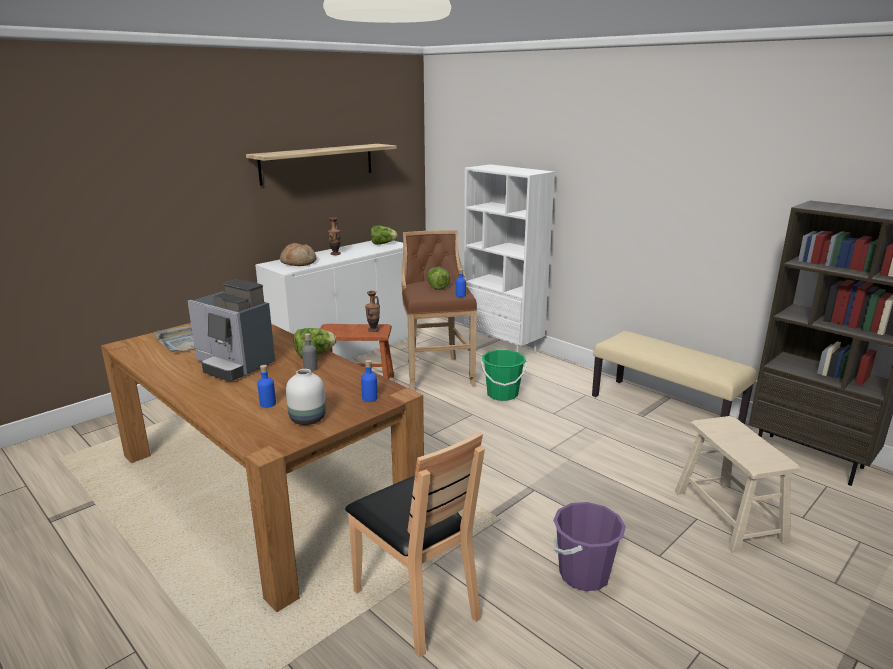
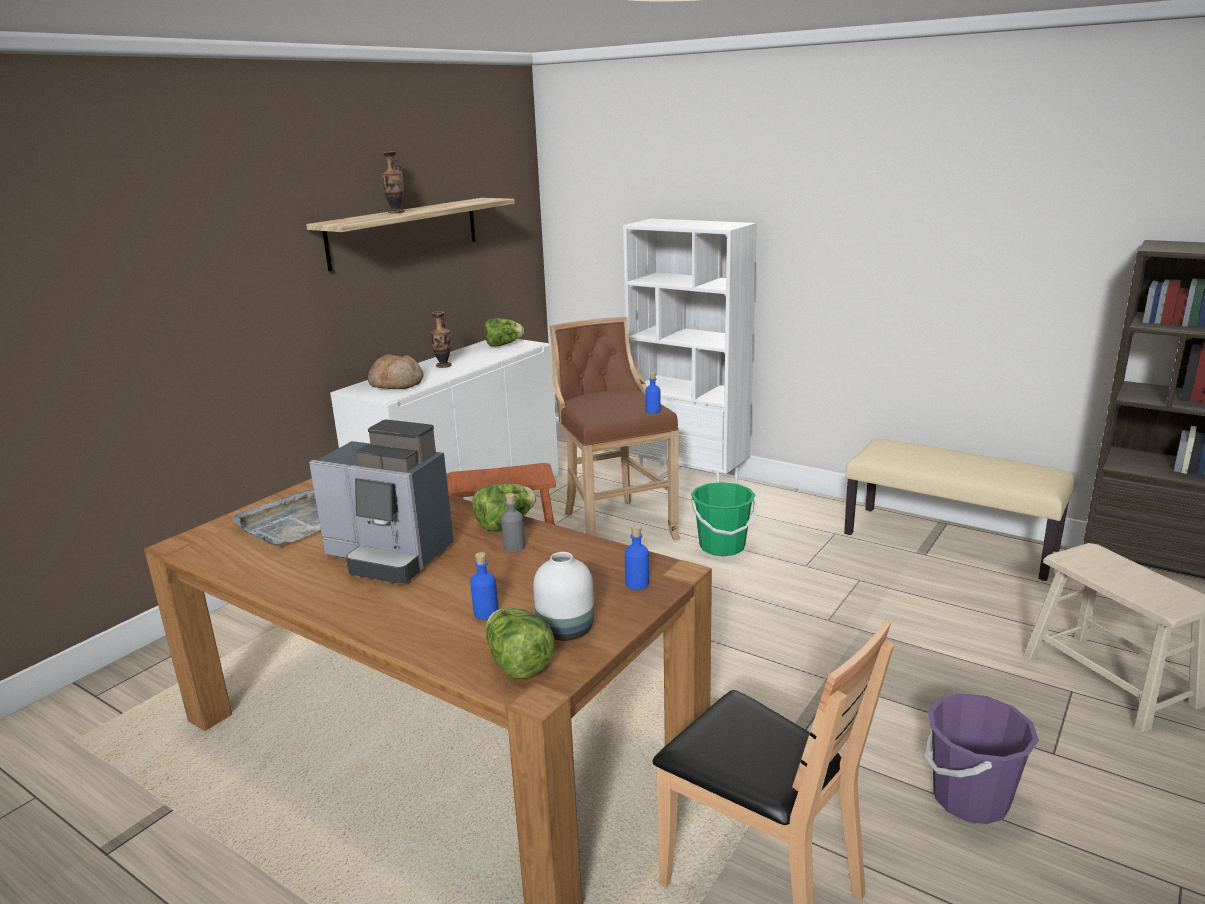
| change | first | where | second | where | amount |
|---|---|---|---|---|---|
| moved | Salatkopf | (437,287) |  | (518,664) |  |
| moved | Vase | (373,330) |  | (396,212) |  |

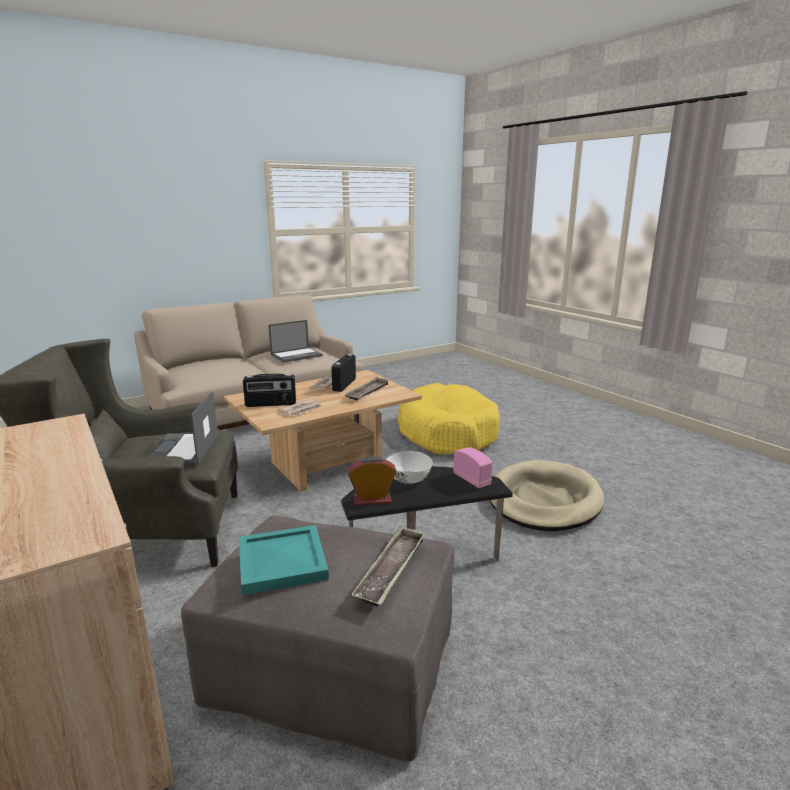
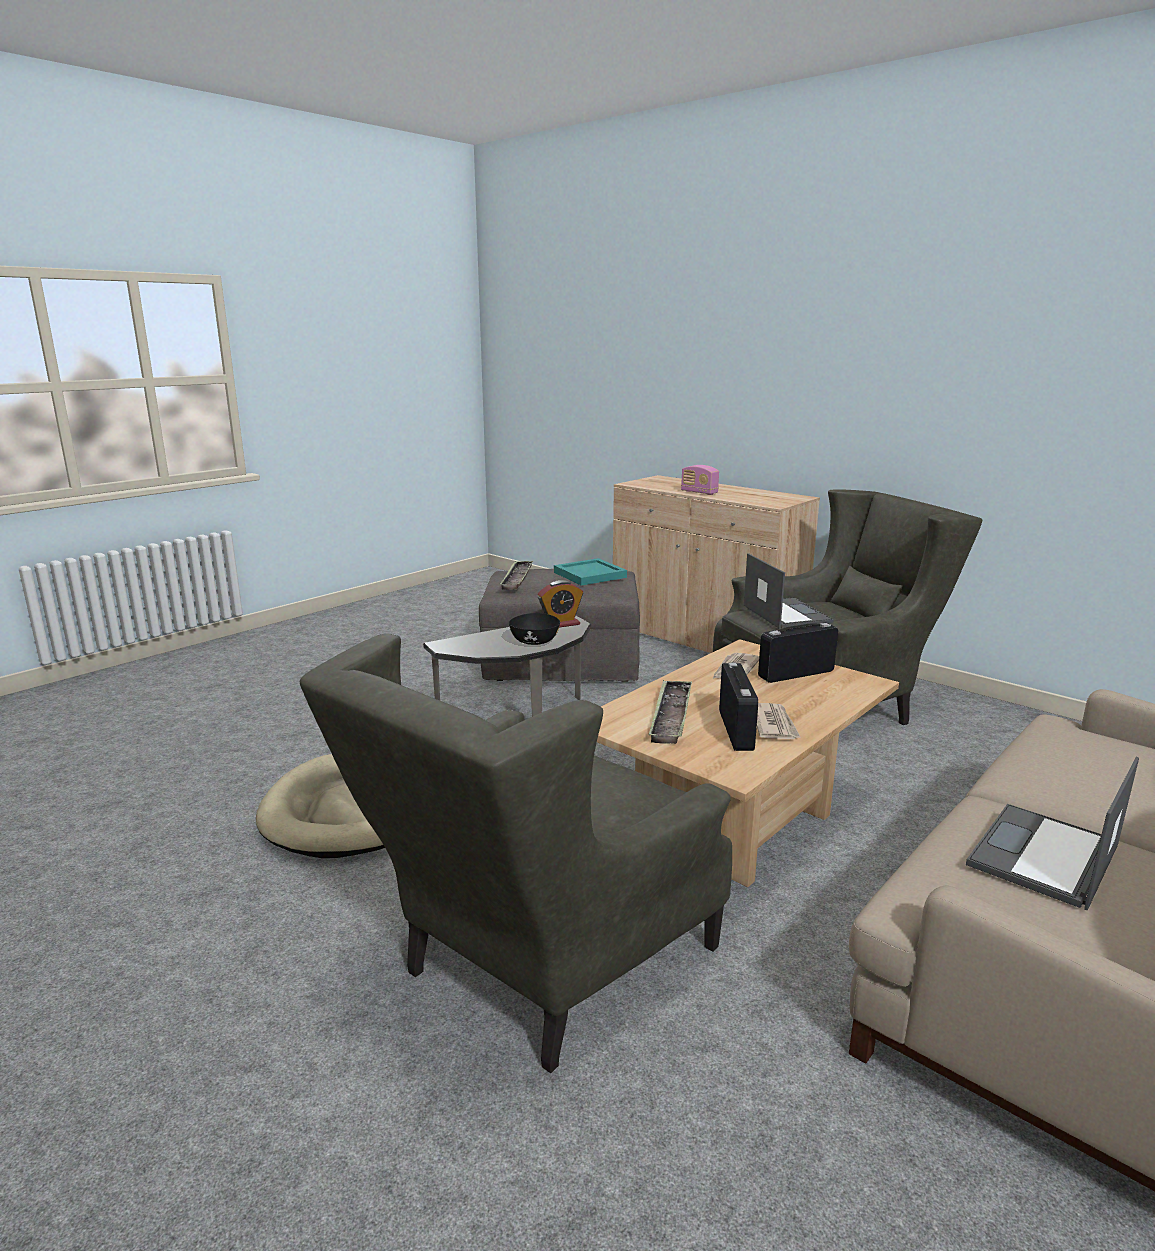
| change | first | where | second | where | amount |
|---|---|---|---|---|---|
| replaced | Hundebett (gelb) | (447,433) | Sessel (grau) | (537,968) |  |
| moved | Radio | (471,480) |  | (699,492) |  |
| recoloured | Schüssel (weiß) | (409,479) | Schüssel (schwarz) | (534,641) |  |

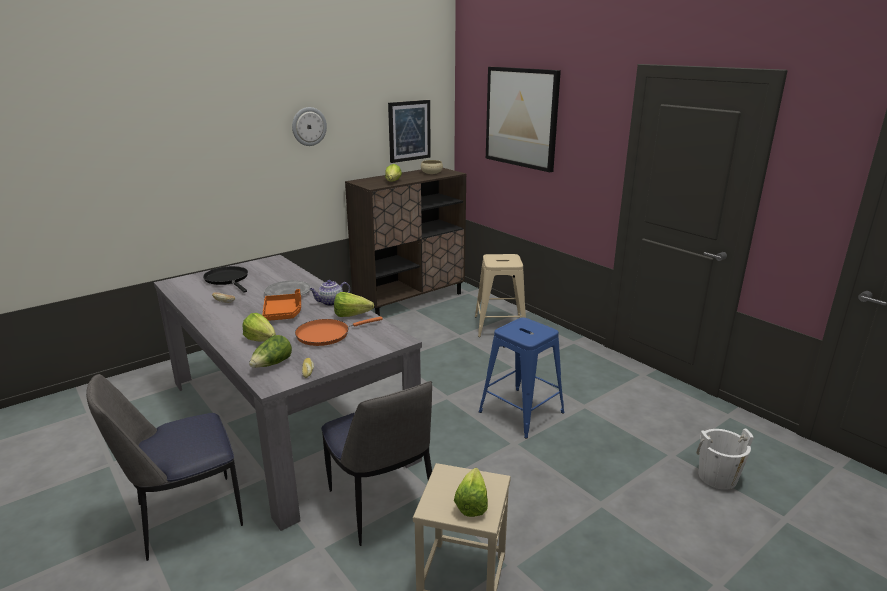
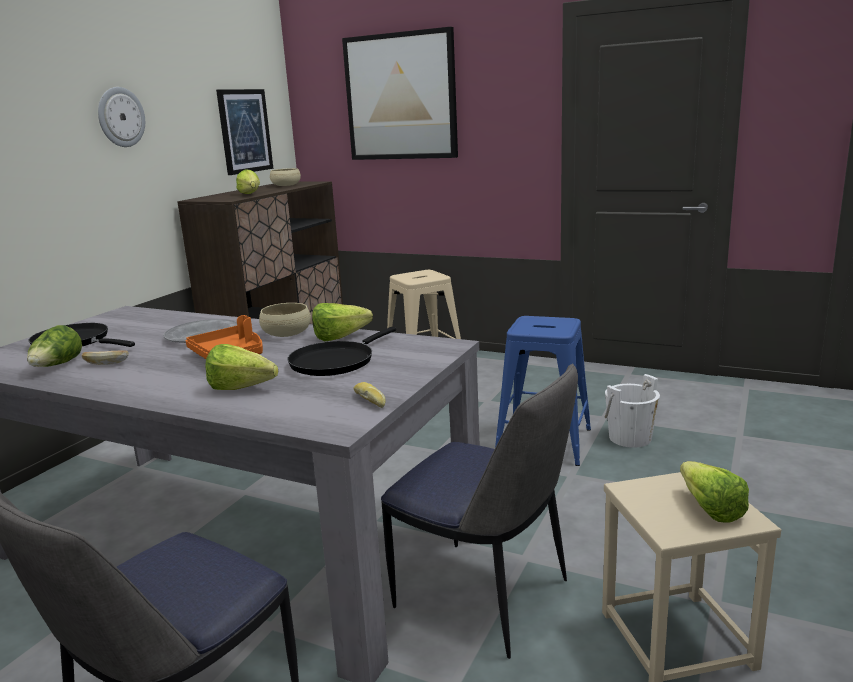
| change | first | where | second | where | amount |
|---|---|---|---|---|---|
| replaced | Teekanne | (330,302) | Schüssel (beige) | (286,333) |  |
| recoloured | Pfanne (orange) | (327,334) | Pfanne (schwarz) | (336,361) |  |
| moved | Salatkopf | (272,364) |  | (57,366) |  |
| moved | Eimer (weiß) | (717,477) |  | (630,438) |  |

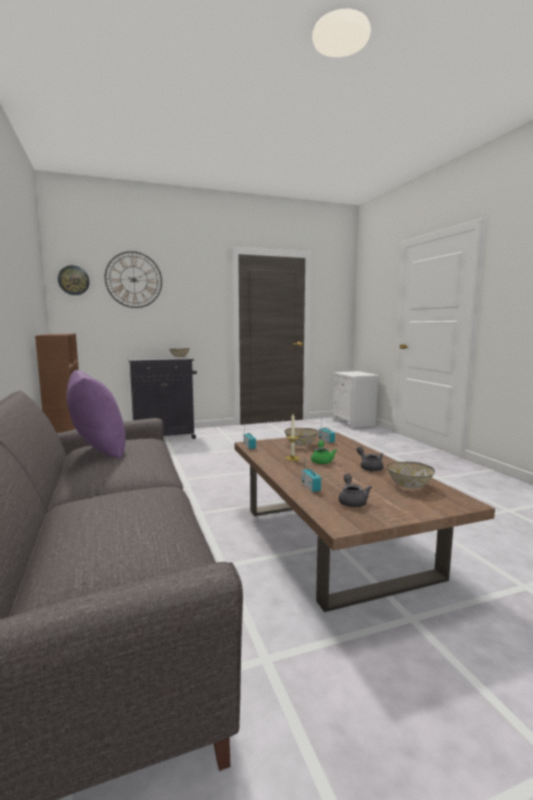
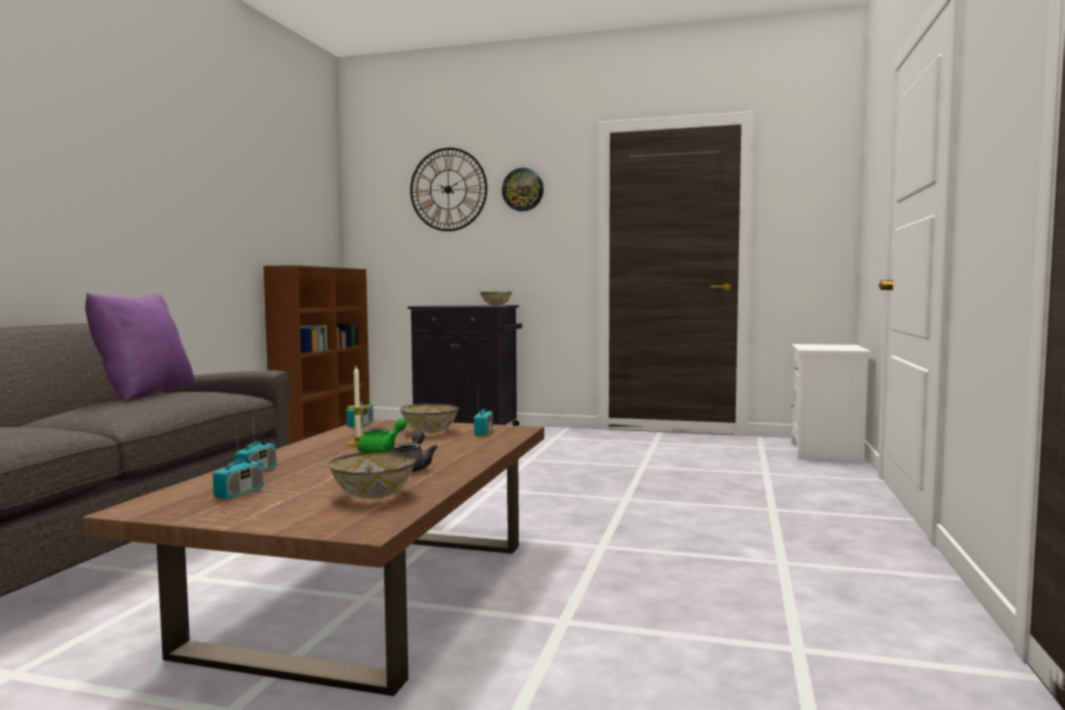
| change | first | where | second | where | amount |
|---|---|---|---|---|---|
| moved | Wanduhr | (73,280) |  | (523,189) |  |
| replaced | Teekanne (grau) | (352,501) | Radio | (239,493) |  |

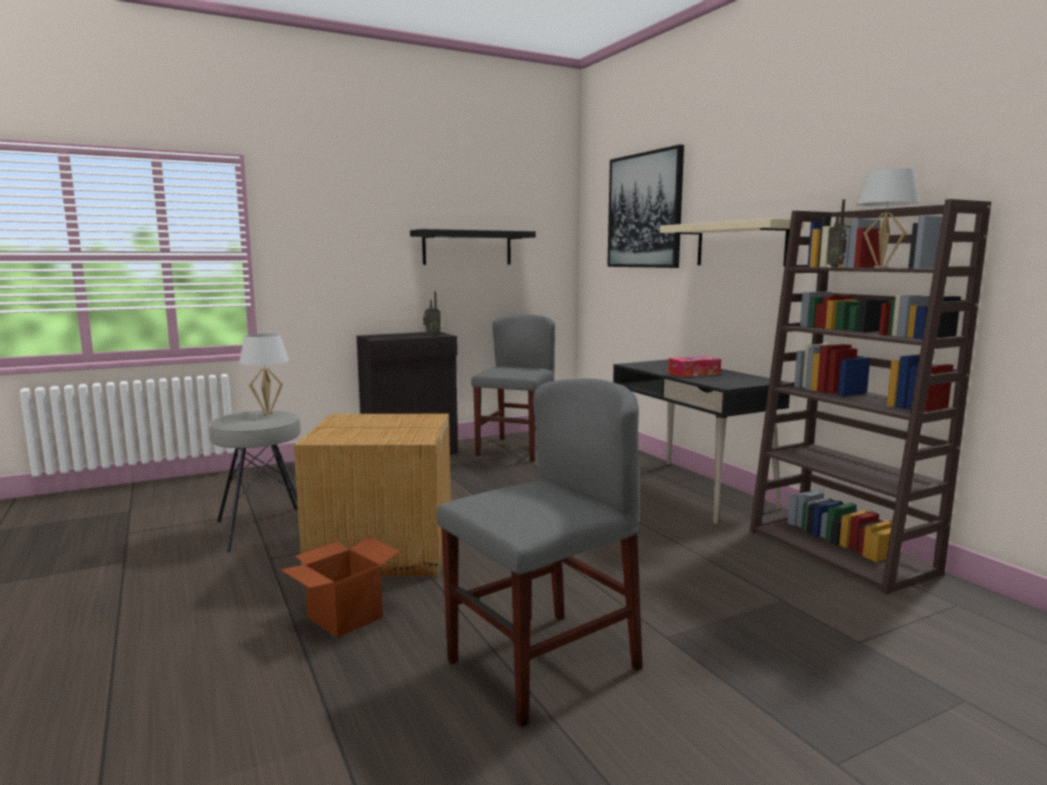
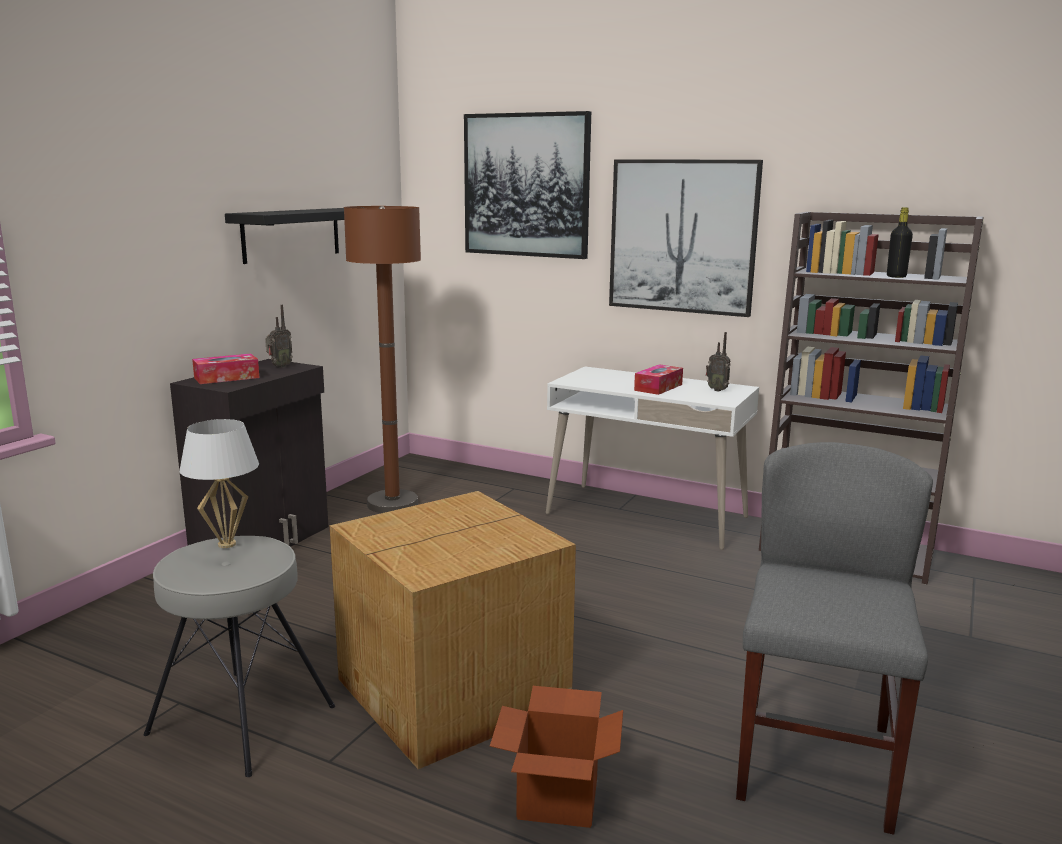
| change | first | where | second | where | amount |
|---|---|---|---|---|---|
| replaced | Tischlampe (weiß) | (881,267) | Flasche (schwarz) | (896,276) |  |
| moved | Radio | (836,267) |  | (717,390) |  |
| replaced | Wandregal (beige) | (740,244) | Bild | (682,236) |  |
| replaced | Stuhl (grau) | (516,449) | Stehlampe (braun) | (392,504) |  |
| recoloured | Schreibtisch (schwarz) | (690,490) | Schreibtisch (weiß) | (646,515) |  |
| added |  |  | Taschentuchbox | (226,378) |  |

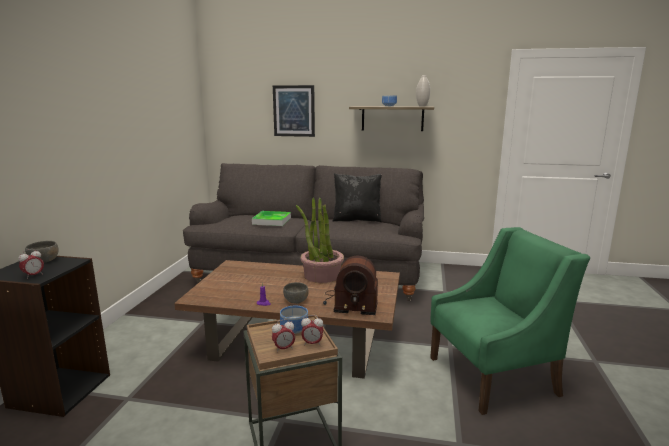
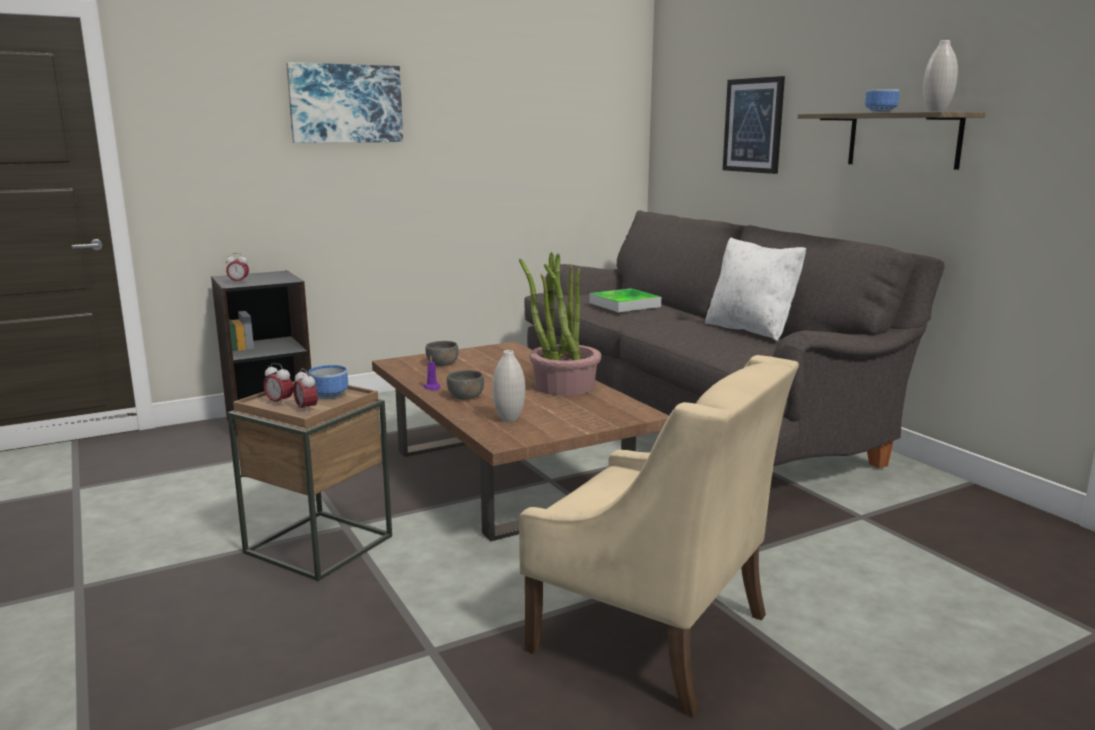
| change | first | where | second | where | amount |
|---|---|---|---|---|---|
| recoloured | Kissen (schwarz) | (357,219) | Kissen (weiß) | (751,330) |  |
| recoloured | Sessel (grün) | (494,375) | Sessel (beige) | (652,634) |  |
| moved | Schüssel (grau) | (44,260) |  | (442,364) |  |
| replaced | Radio | (349,303) | Vase (weiß) | (509,419) |  |
| added |  |  | Bild | (345,103) |  |

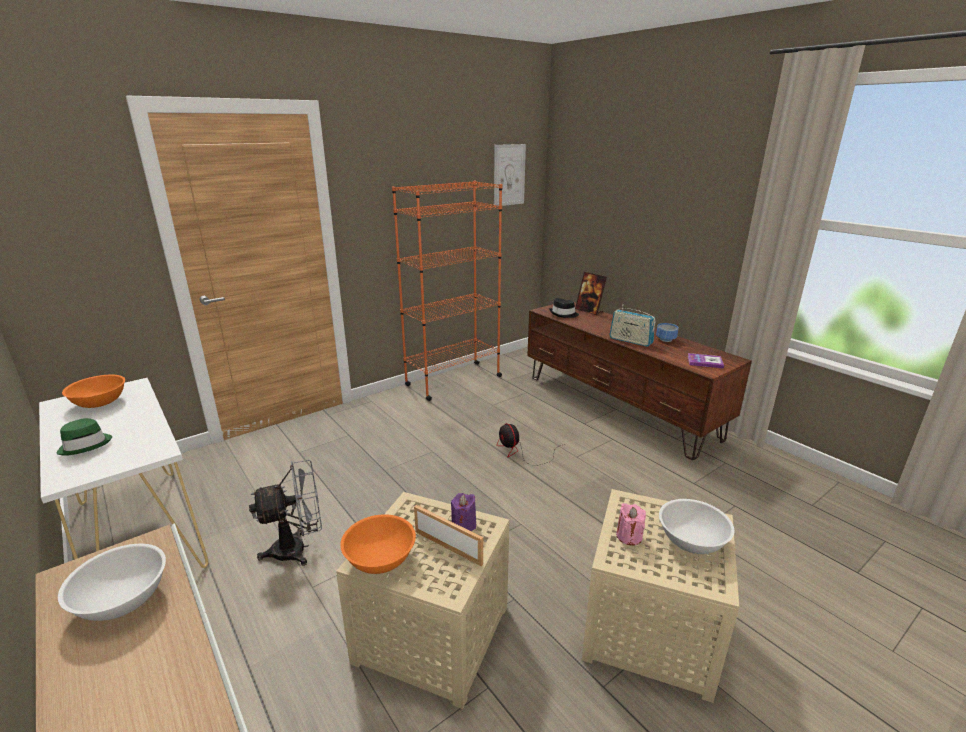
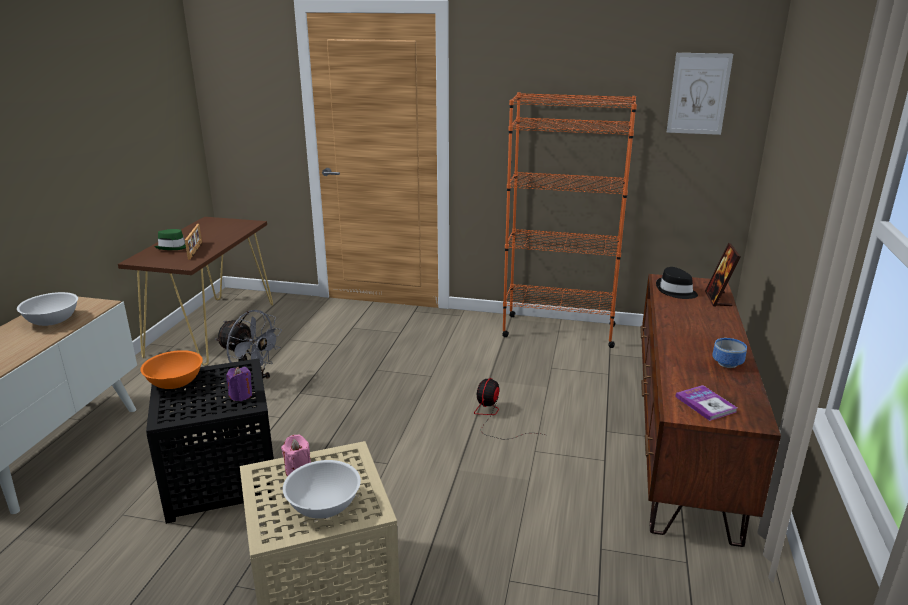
| change | first | where | second | where | amount |
|---|---|---|---|---|---|
| removed | Radio | (630,341) |  |  |  |
| removed | Schüssel (orange) | (100,402) |  |  |  |
| recoloured | Konsolentisch (weiß) | (139,532) | Konsolentisch (braun) | (212,329) |  |
| recoloured | Beistelltisch (beige) | (434,636) | Beistelltisch (schwarz) | (220,480) |  |
| moved | Bilderrahmen | (449,546) |  | (196,250) |  |

